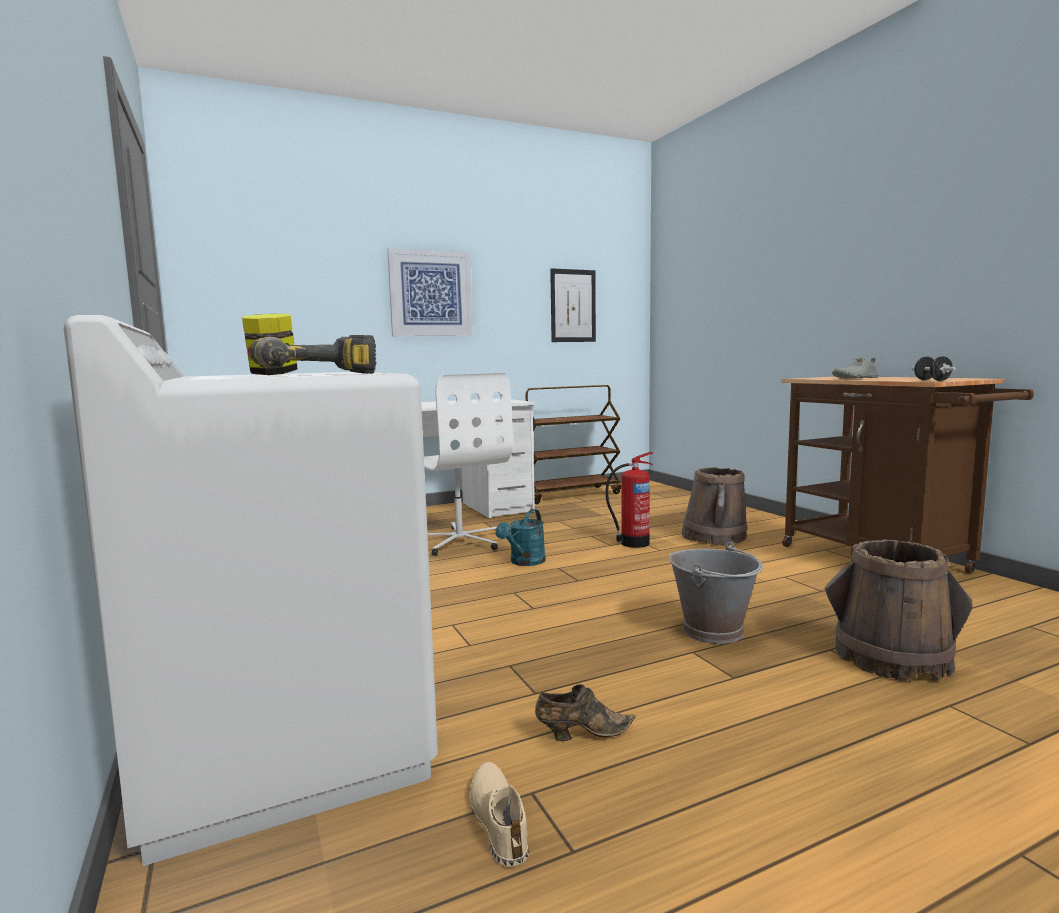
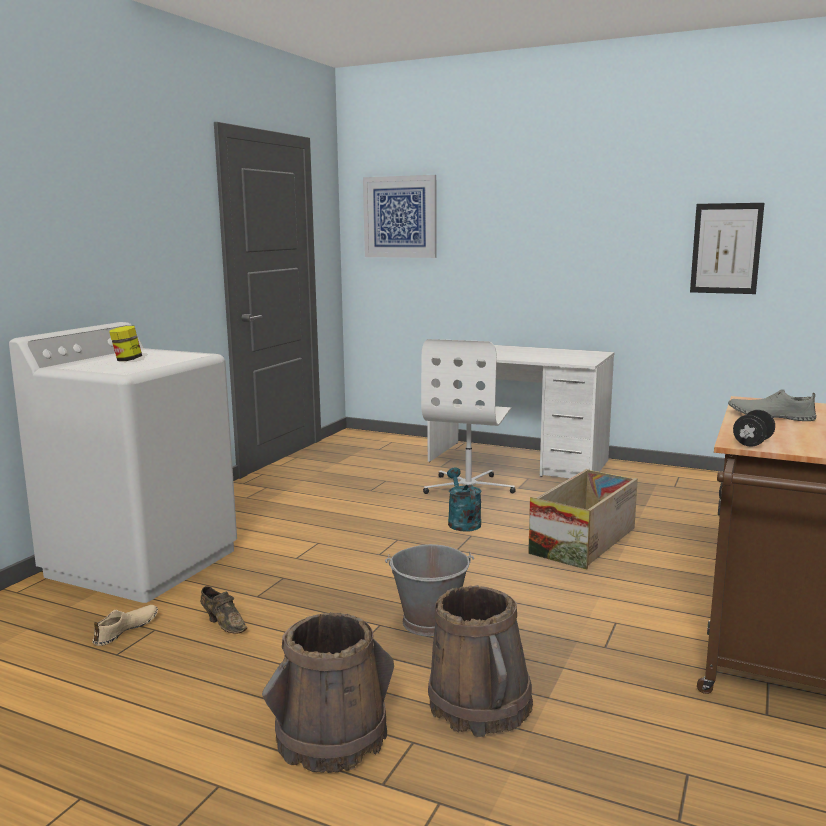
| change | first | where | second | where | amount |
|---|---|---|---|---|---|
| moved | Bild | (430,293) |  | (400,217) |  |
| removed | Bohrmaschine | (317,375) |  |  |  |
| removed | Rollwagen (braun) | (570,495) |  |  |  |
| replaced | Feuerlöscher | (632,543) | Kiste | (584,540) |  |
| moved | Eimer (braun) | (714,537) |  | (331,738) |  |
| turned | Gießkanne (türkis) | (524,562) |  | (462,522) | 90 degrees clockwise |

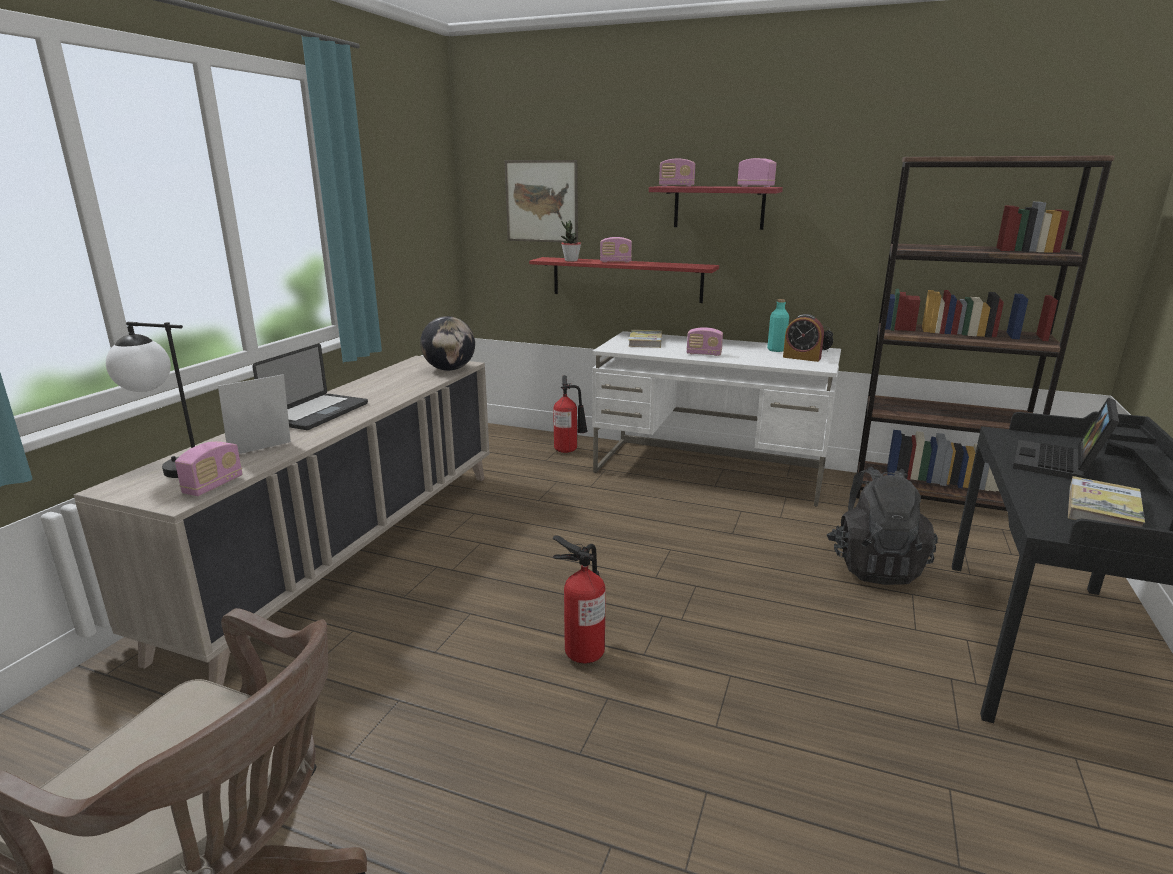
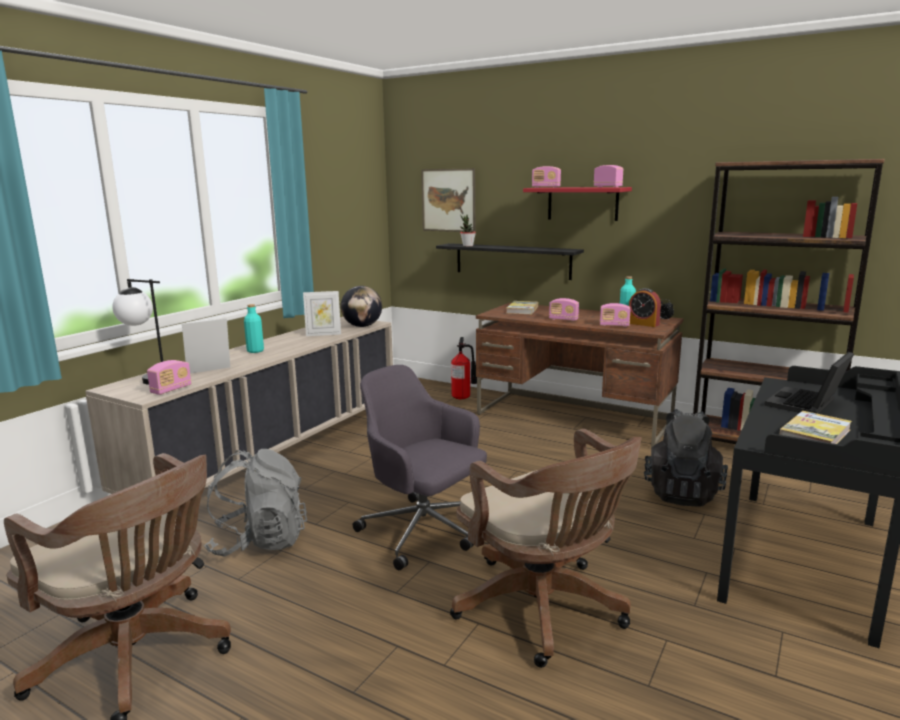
| change | first | where | second | where | amount |
|---|---|---|---|---|---|
| moved | Radio | (615,262) |  | (614,325) |  |
| recoloured | Wandregal (rot) | (626,279) | Wandregal (schwarz) | (512,261) |  |
| recoloured | Schreibtisch (weiß) | (710,471) | Schreibtisch (braun) | (574,418) |  |
| replaced | Laptop | (317,413) | Flasche (türkis) | (255,351) |  |
| replaced | Feuerlöscher | (585,651) | Bürostuhl (grau) | (424,532) |  |
| added |  |  | Bilderrahmen | (323,334) |  |
| added |  |  | Bürostuhl (braun) | (544,611) |  |
| added |  |  | Rucksack (grau) | (259,542) |  |

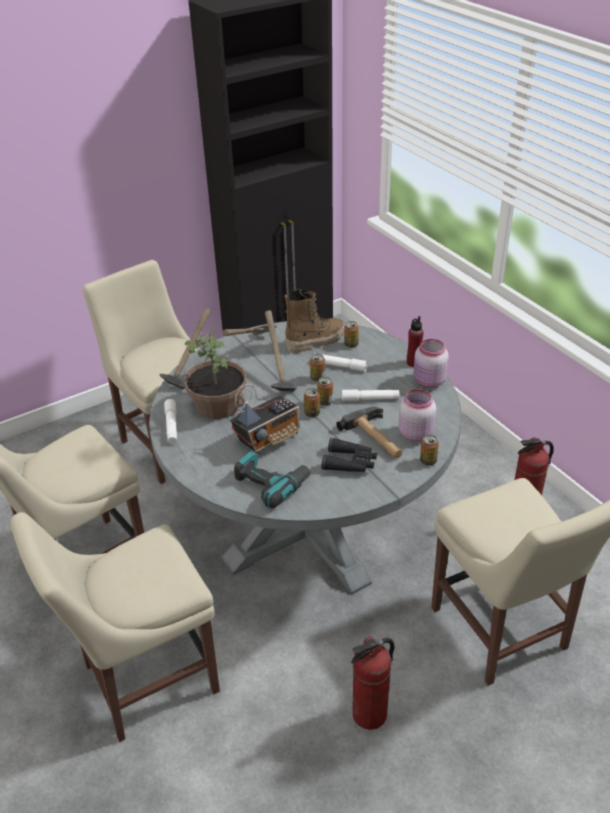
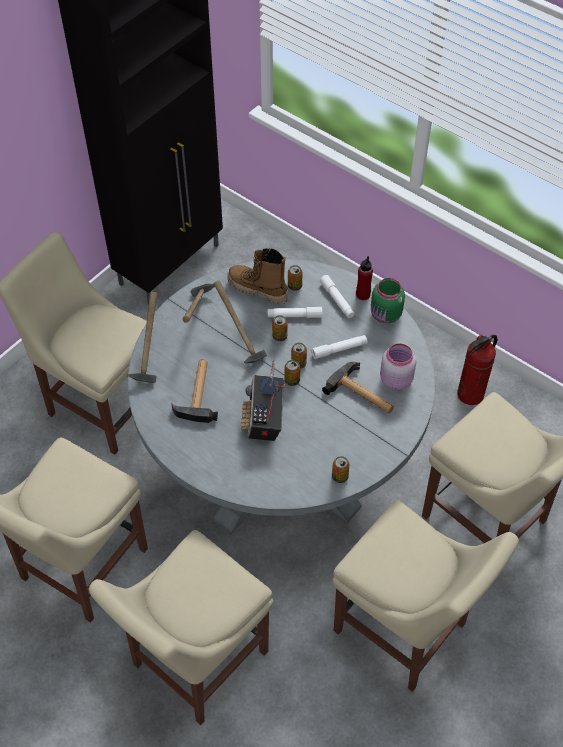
| change | first | where | second | where | amount |
|---|---|---|---|---|---|
| turned | Stiefel | (315,341) |  | (257,290) | 105 degrees counterclockwise |
| replaced | Topfpflanze | (218,405) | Hammer | (198,393) |  |
| recoloured | Vorratsglas (rosa) | (428,382) | Vorratsglas (grün) | (385,315) |  |
| turned | Radio | (269,438) |  | (264,420) | 150 degrees clockwise |
| moved | Taschenlampe (weiß) | (171,425) |  | (337,300) |  |
| moved | Dose | (428,461) |  | (340,476) |  |
| removed | Fernglas (schwarz) | (350,462) |  |  |  |
| removed | Bohrmaschine | (272,483) |  |  |  |
| replaced | Feuerlöscher | (369,714) | Stuhl (beige) | (405,632) |  |

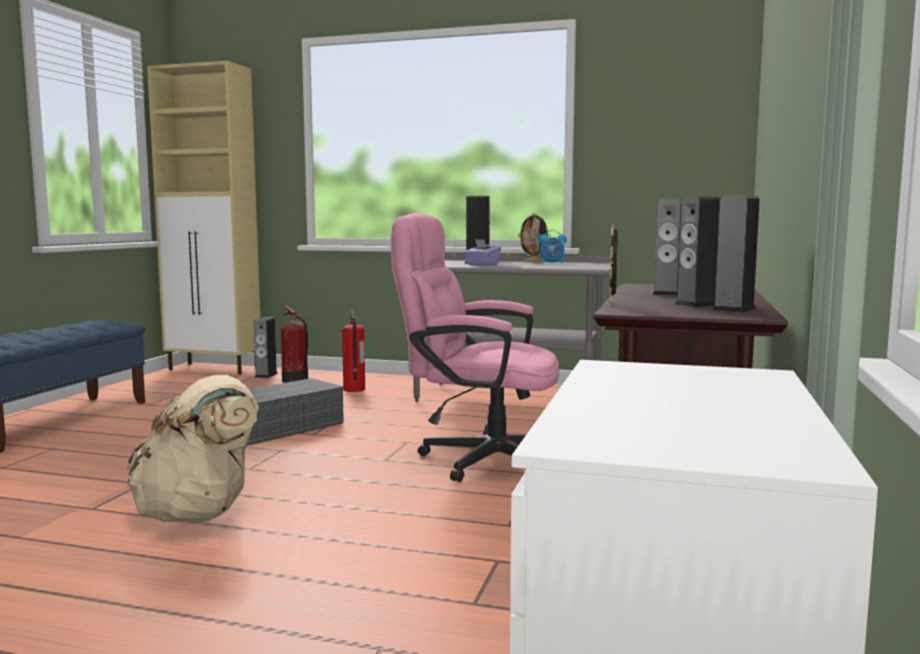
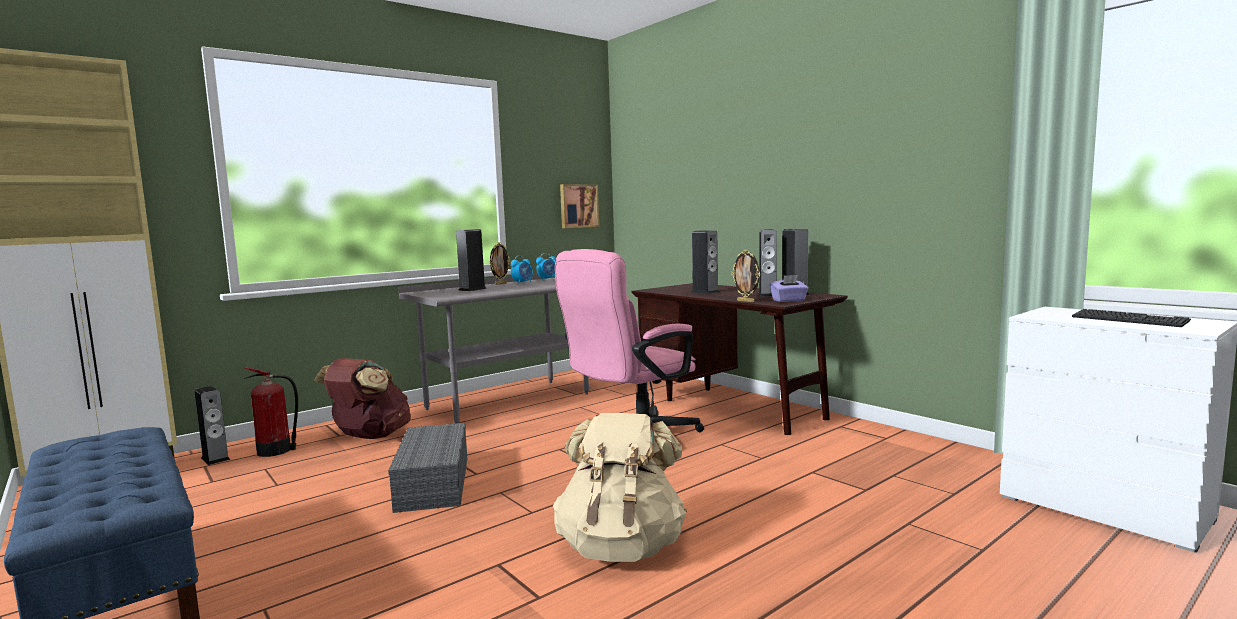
| change | first | where | second | where | amount |
|---|---|---|---|---|---|
| moved | Taschentuchbox (lila) | (482,265) |  | (789,300) |  |
| replaced | Feuerlöscher | (354,389) | Rucksack (braun) | (370,436) |  |
| added |  |  | Bild | (578,206) |  |
| added |  |  | Wecker | (548,279) |  |
| added |  |  | Tastatur | (1128,320) |  |

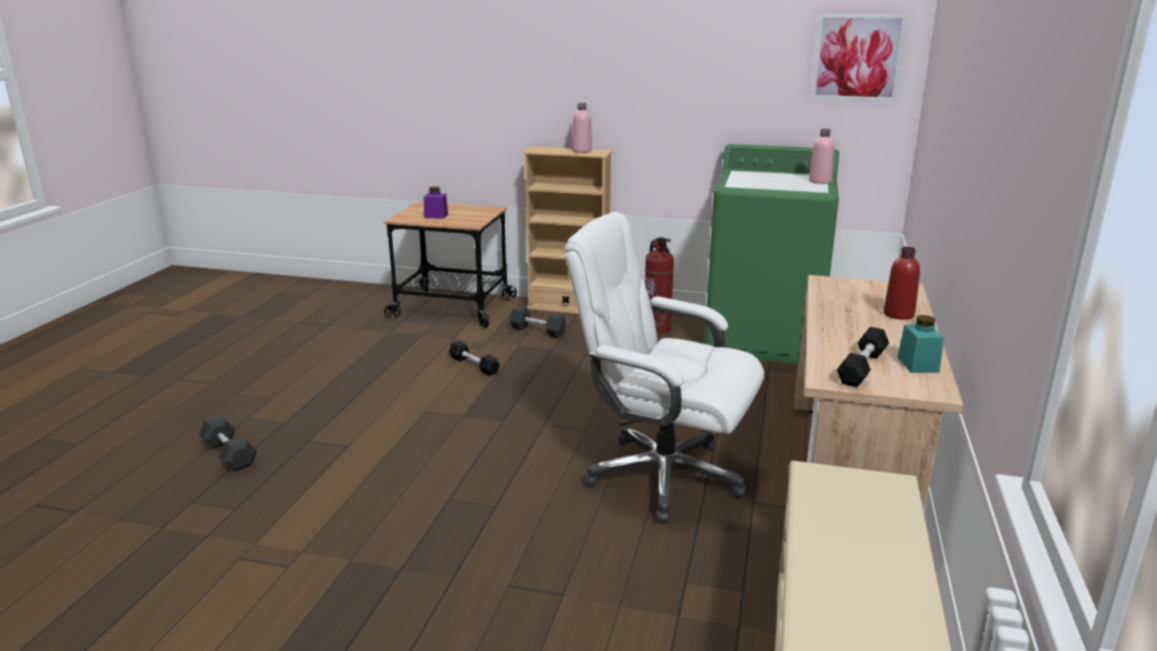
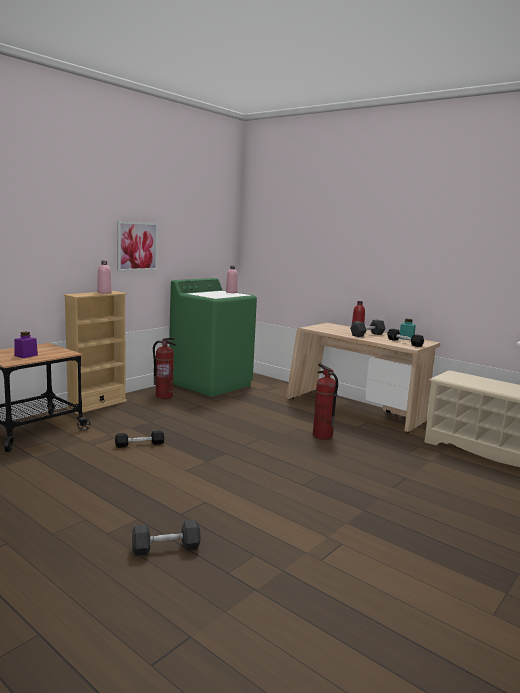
| change | first | where | second | where | amount |
|---|---|---|---|---|---|
| moved | Bild | (857,57) |  | (137,246) |  |
| replaced | Bürostuhl (weiß) | (662,476) | Feuerlöscher | (322,435) |  |
| moved | Hantel (grau) | (538,331) |  | (367,335) |  |

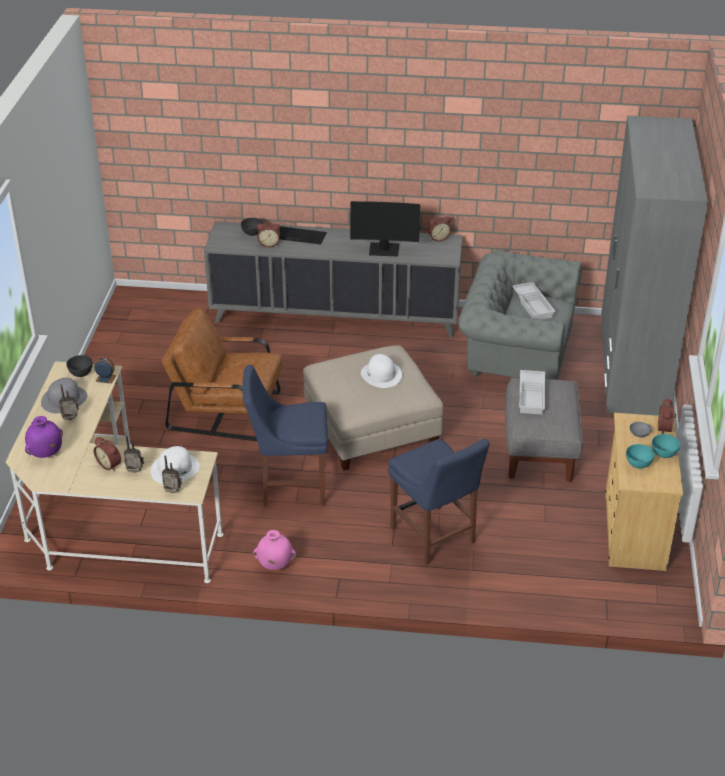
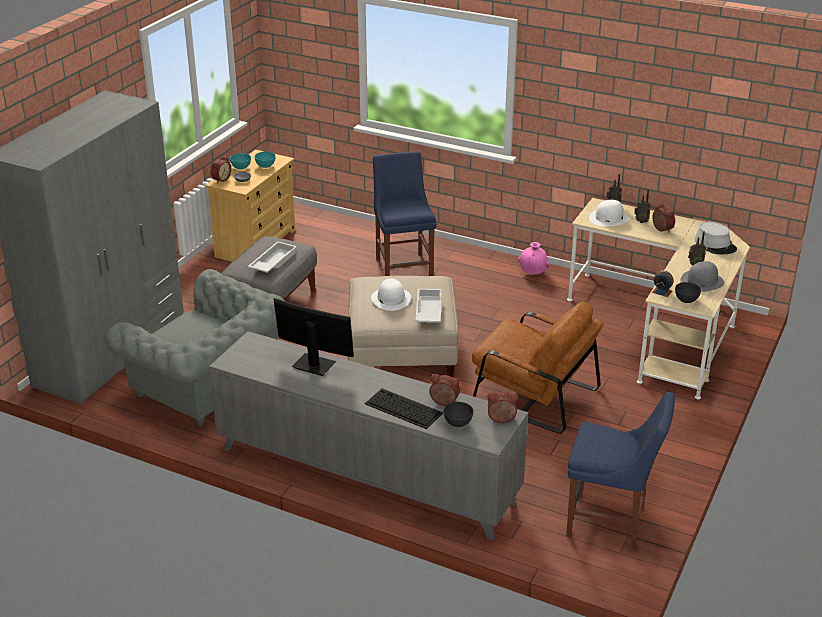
| change | first | where | second | where | amount |
|---|---|---|---|---|---|
| moved | Wecker | (438,238) |  | (501,420) |  |
| moved | Tablett (weiß) | (534,304) |  | (427,311) |  |
| moved | Stuhl (blau) | (289,487) |  | (610,523) |  |
| replaced | Vase (lila) | (46,454) | Hut (grau) | (715,245) |  |

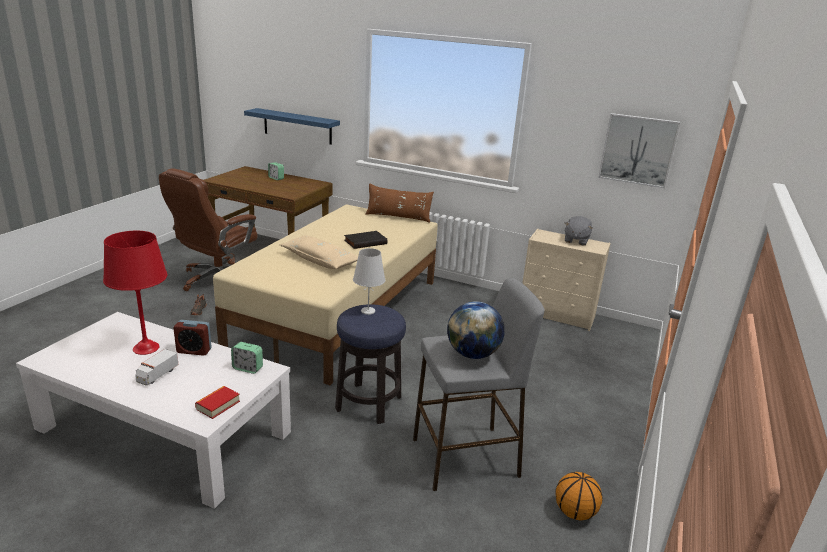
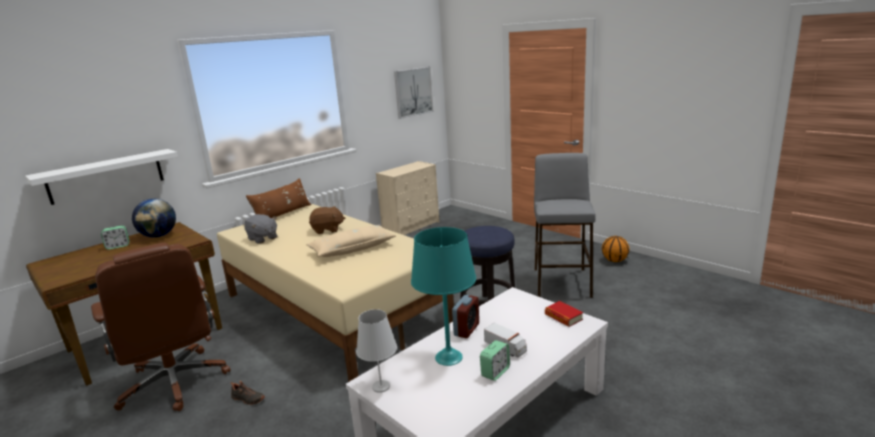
| change | first | where | second | where | amount |
|---|---|---|---|---|---|
| recoloured | Wandregal (blau) | (297,126) | Wandregal (weiß) | (106,176) |  |
| moved | Plüschtier (grau) | (576,240) |  | (262,238) |  |
| recoloured | Tischlampe (rot) | (146,348) | Tischlampe (türkis) | (449,357) |  |
| replaced | Buch (schwarz) | (365,242) | Plüschtier (braun) | (327,230) |  |
| moved | Tischlampe (weiß) | (367,311) |  | (381,386) |  |
| moved | Globus | (473,354) |  | (159,236) |  |
| moved | Wecker | (247,368) |  | (495,372) |  |

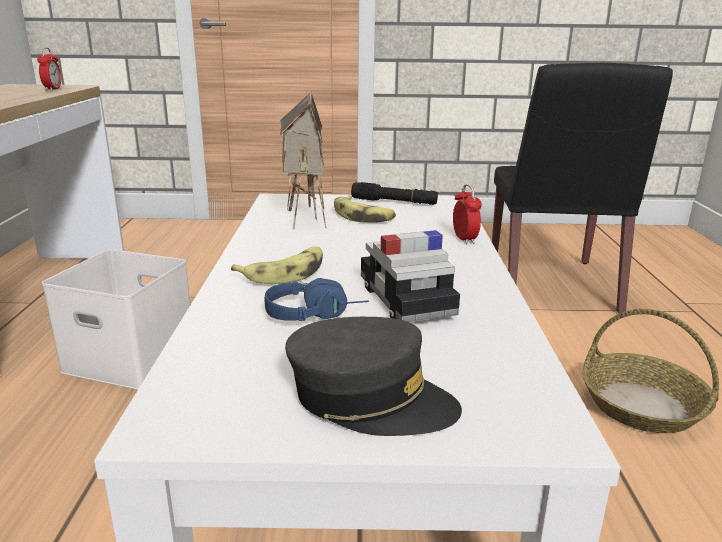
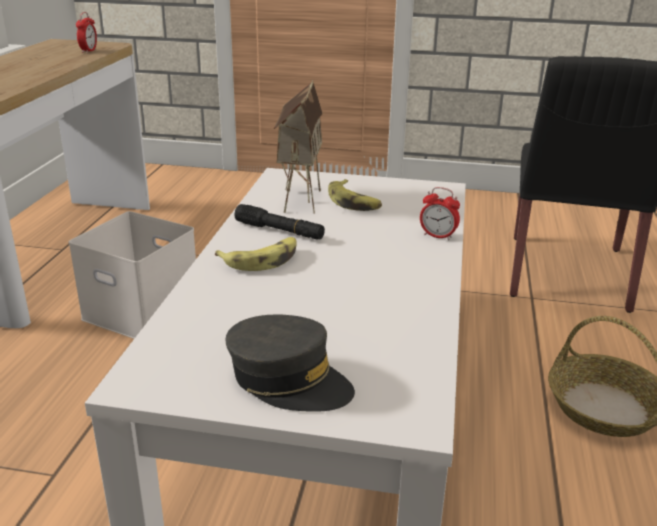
| change | first | where | second | where | amount |
|---|---|---|---|---|---|
| moved | Taschenlampe (schwarz) | (394,202) |  | (279,231) |  |
| turned | Wecker | (464,239) |  | (438,236) | 120 degrees clockwise |
| removed | Spielzeugauto | (405,300) |  |  |  |
| removed | Kopfhörer (blau) | (316,314) |  |  |  |

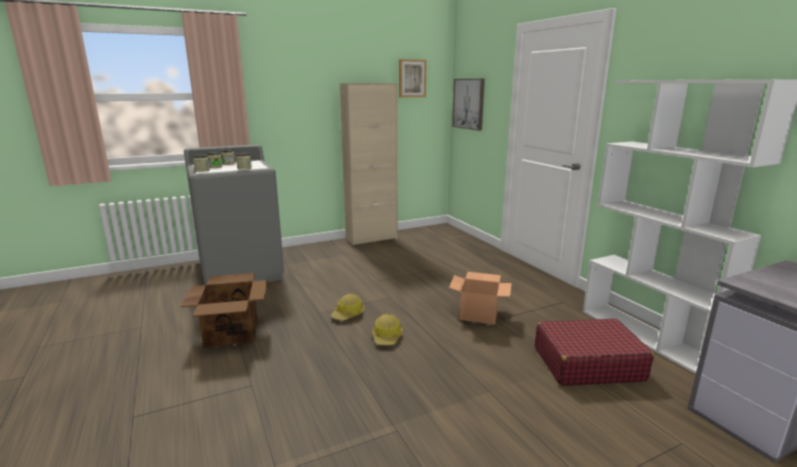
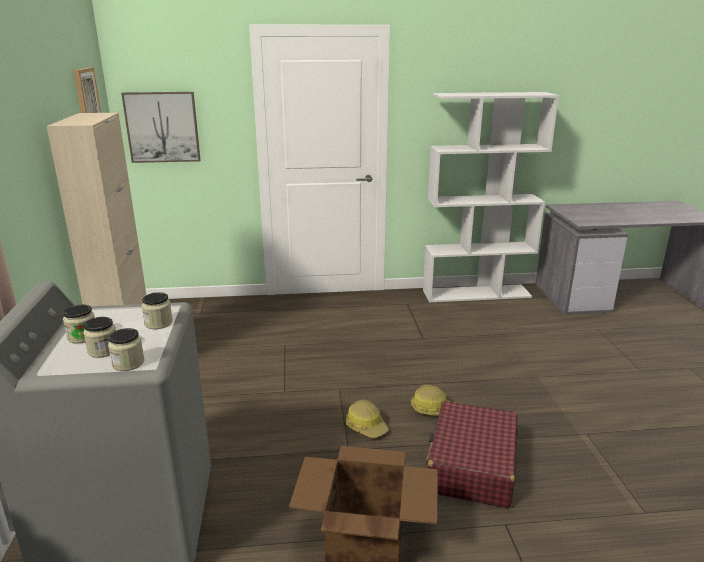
| change | first | where | second | where | amount |
|---|---|---|---|---|---|
| removed | Karton | (478,314) |  |  |  |
| moved | Koffer (rot) | (587,364) |  | (471,466) |  |

